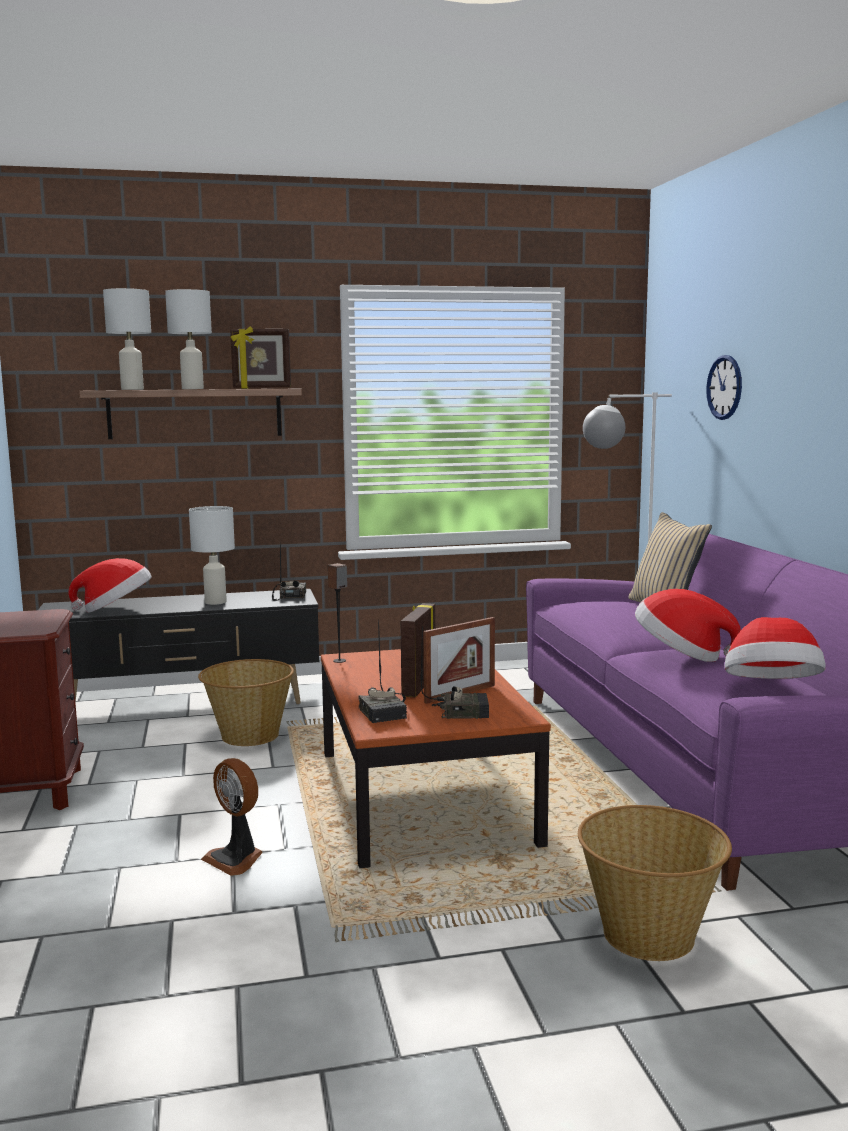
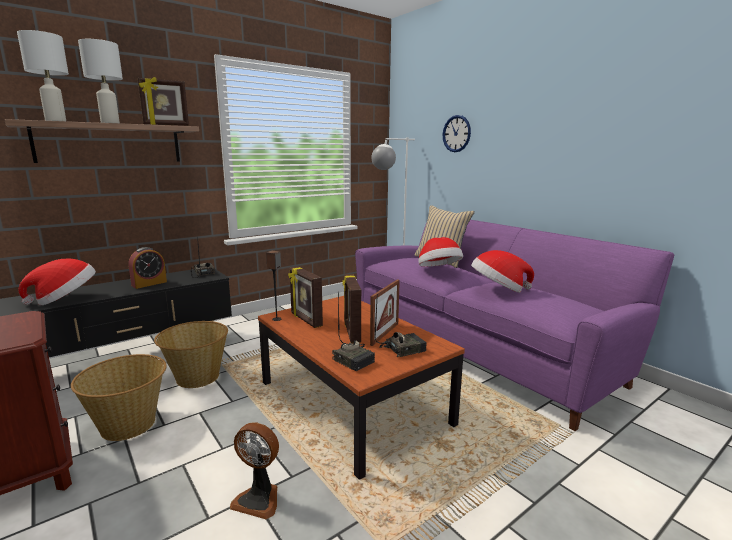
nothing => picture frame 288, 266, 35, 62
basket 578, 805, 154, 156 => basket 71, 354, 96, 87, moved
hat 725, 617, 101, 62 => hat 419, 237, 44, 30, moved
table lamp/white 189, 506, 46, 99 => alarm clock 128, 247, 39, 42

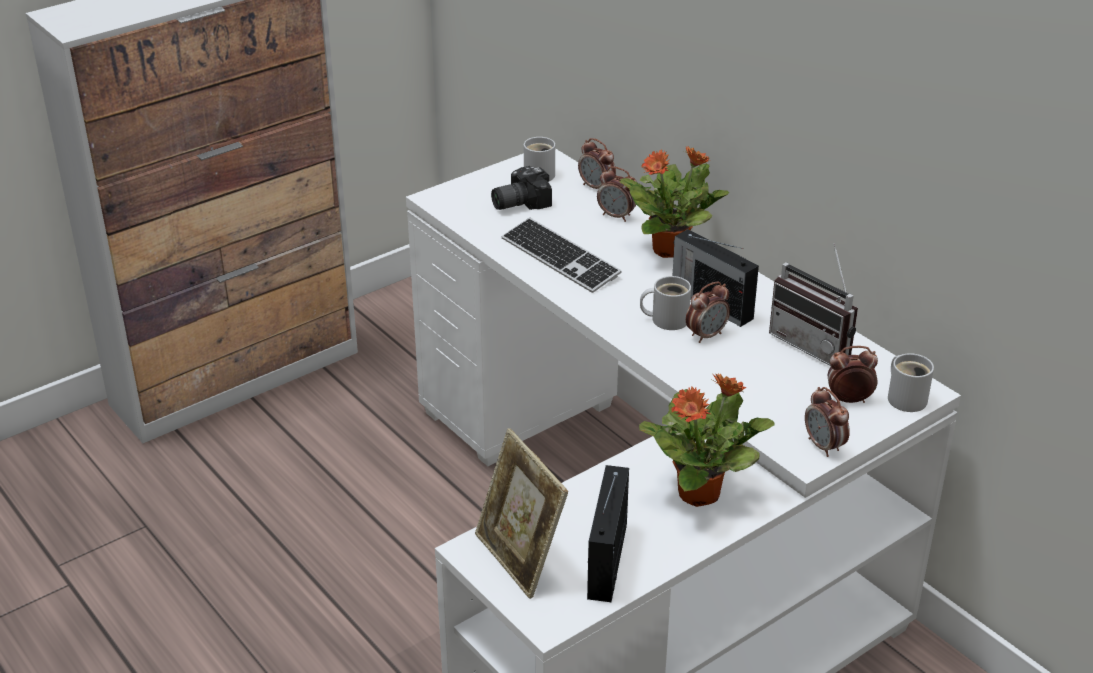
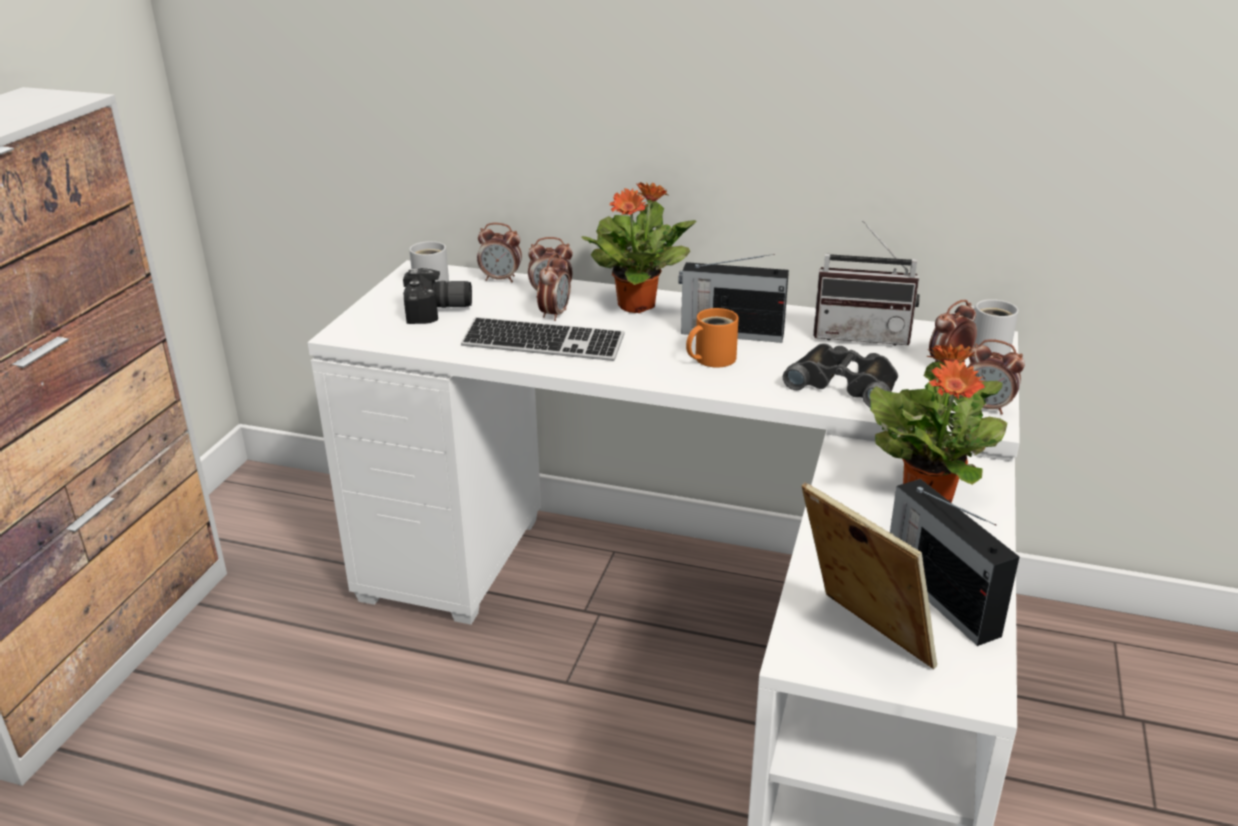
nothing => binoculars/black 783, 343, 115, 64
alarm clock 686, 281, 44, 62 => alarm clock 537, 253, 34, 68, moved
mug/white 640, 276, 51, 54 => mug/orange 686, 308, 53, 60
picture frame 475, 428, 93, 171 => picture frame 802, 482, 135, 187, 150 degrees counterclockwise
photo camera 491, 166, 61, 44 => photo camera 403, 268, 69, 56, 120 degrees counterclockwise

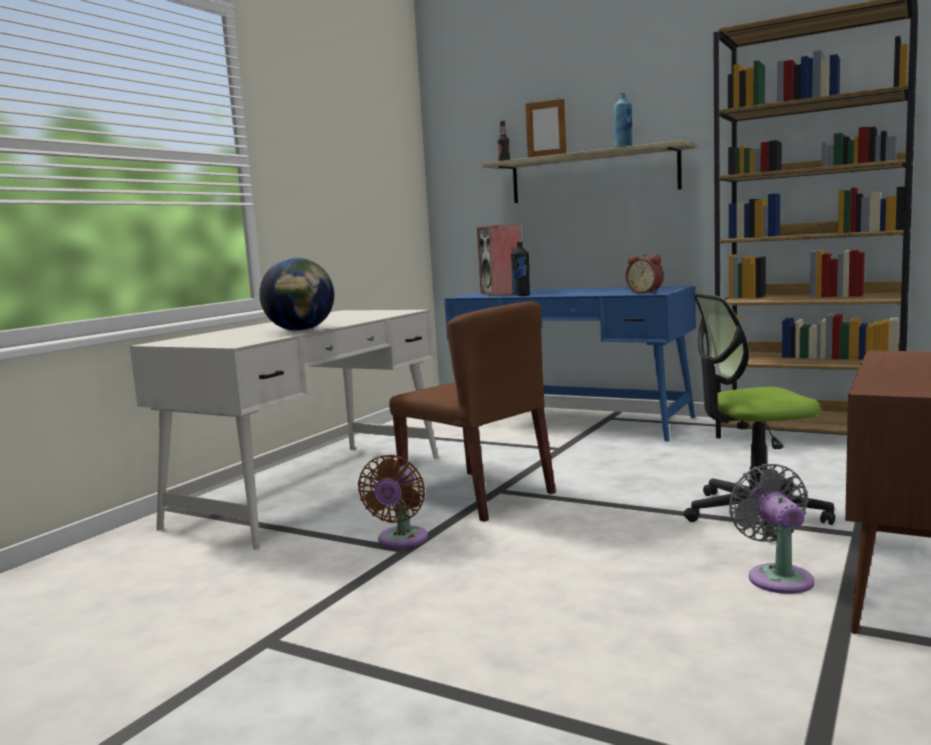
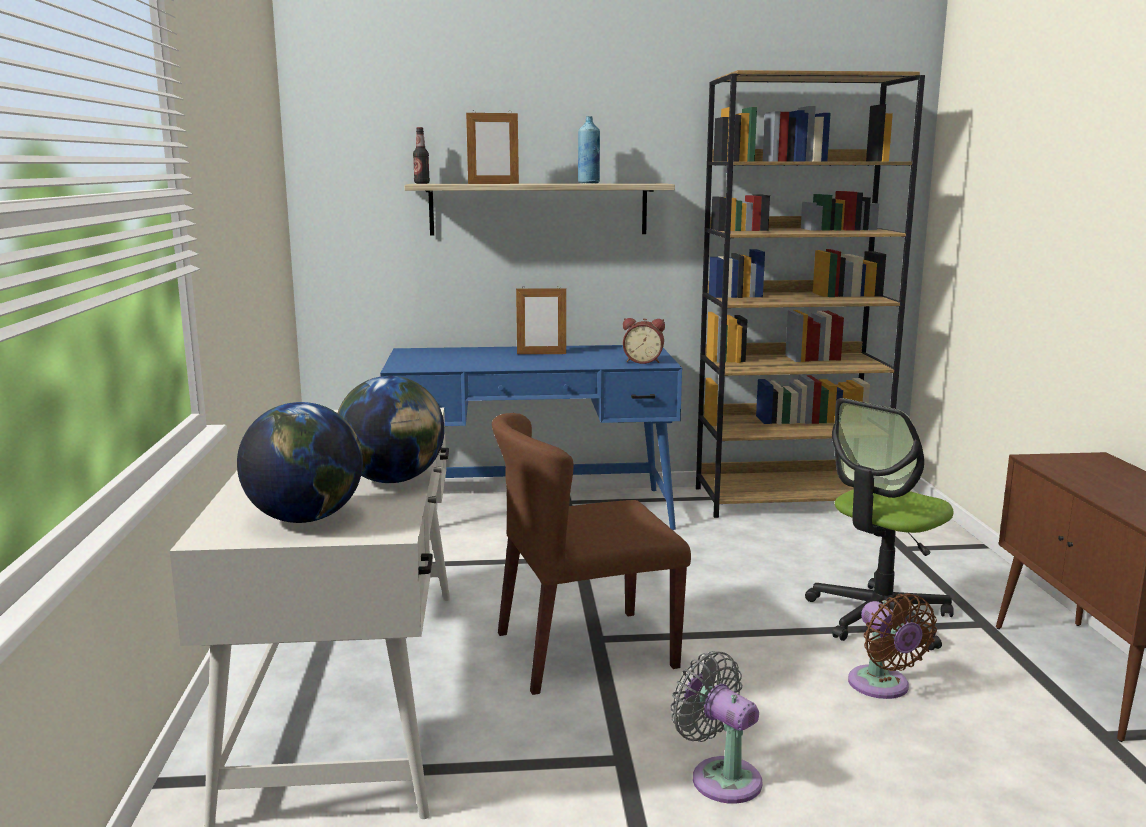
speaker 477, 224, 44, 72 => nothing
bottle/black 511, 242, 19, 54 => nothing
nothing => globe 237, 402, 126, 121
nothing => picture frame 516, 286, 50, 68
fan/brown 358, 454, 70, 94 => fan/brown 848, 593, 89, 106, moved
fan/grey 729, 464, 85, 130 => fan/grey 670, 651, 92, 153, moved
chair/brown 389, 302, 167, 220 => chair/brown 492, 413, 199, 282, 150 degrees clockwise

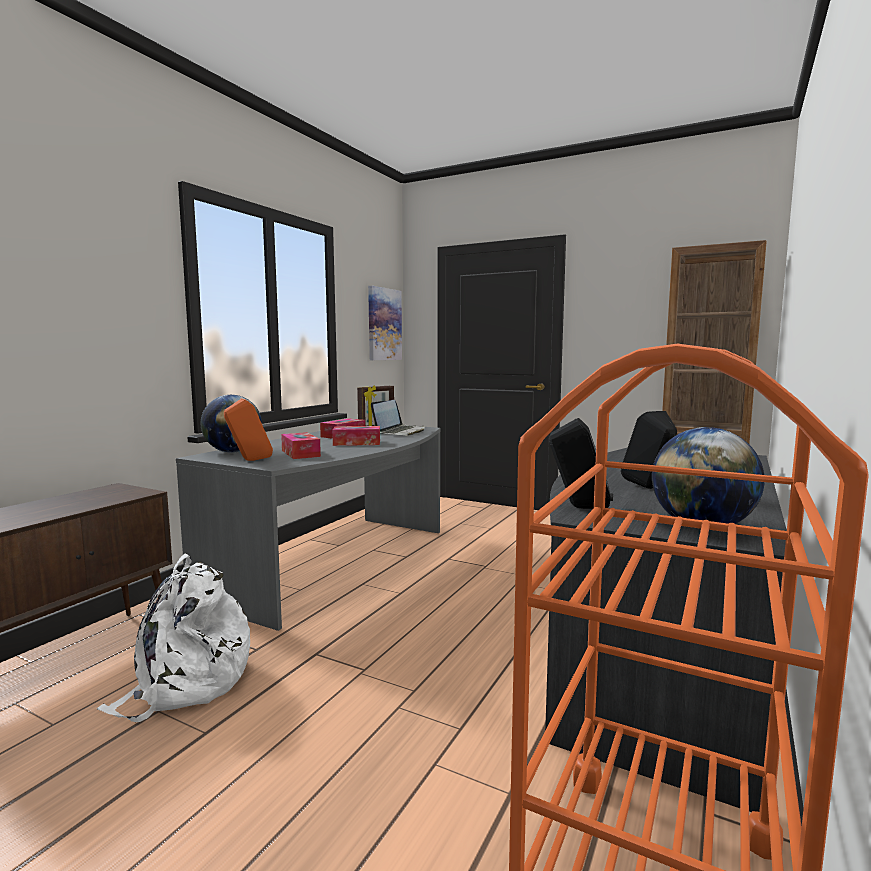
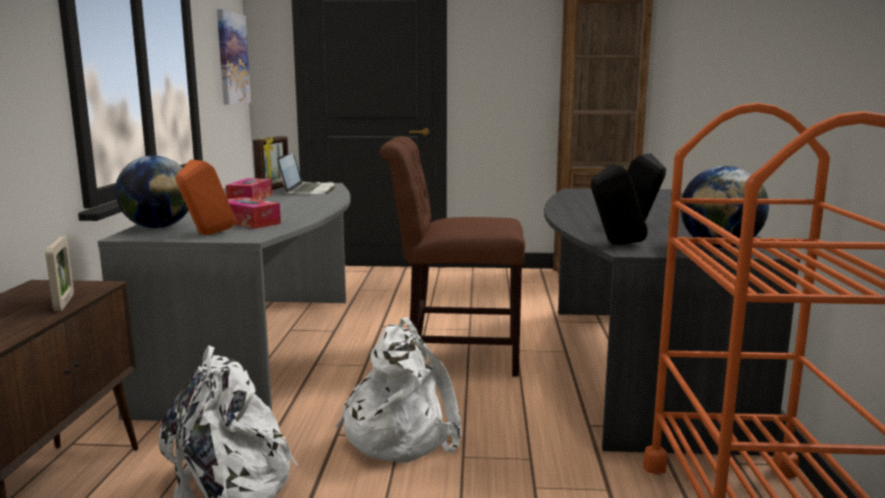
tissue box 332, 426, 48, 20 => nothing
nothing => picture frame 45, 236, 29, 75
nothing => backpack/white 336, 317, 126, 146
nothing => chair/brown 380, 136, 145, 241

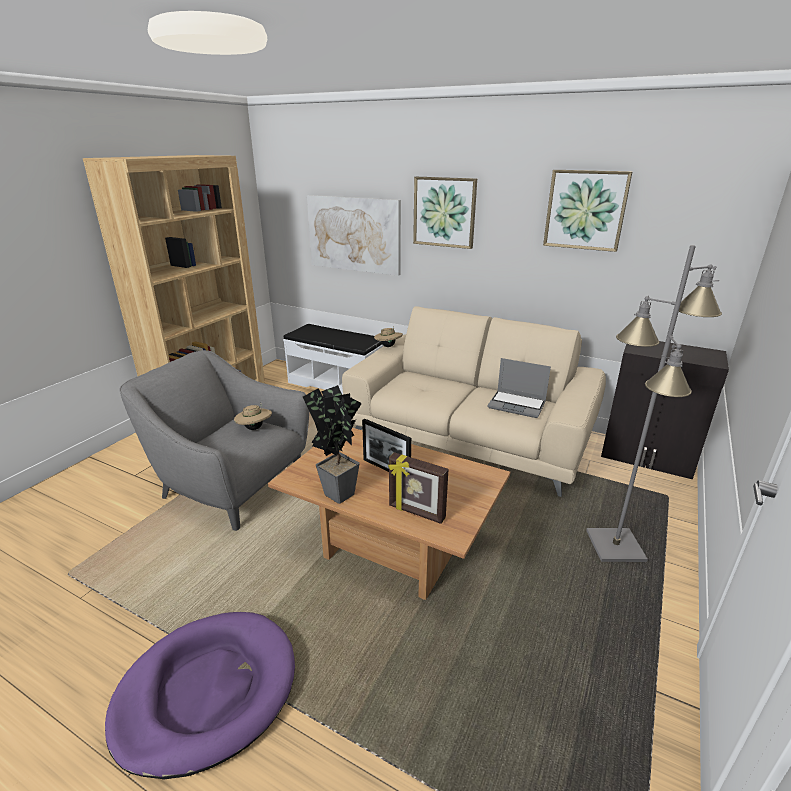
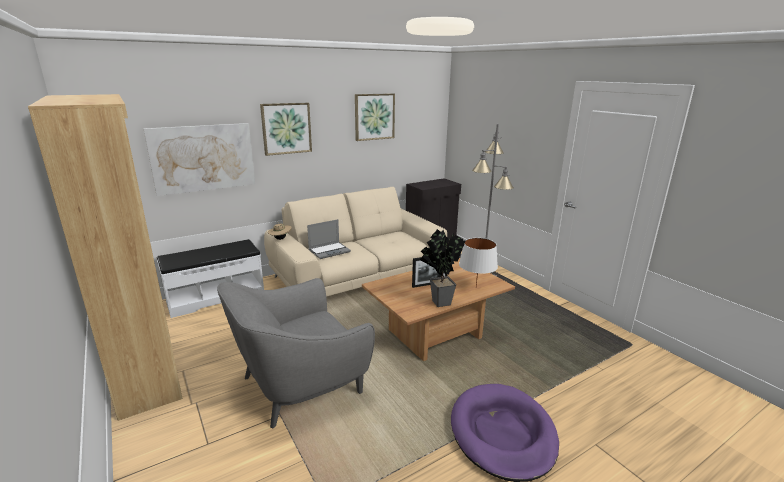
hat/beige 234, 404, 38, 26 => nothing
laptop 487, 358, 64, 60 => laptop 307, 219, 44, 40, moved
picture frame 388, 452, 61, 72 => table lamp/white 459, 238, 39, 49

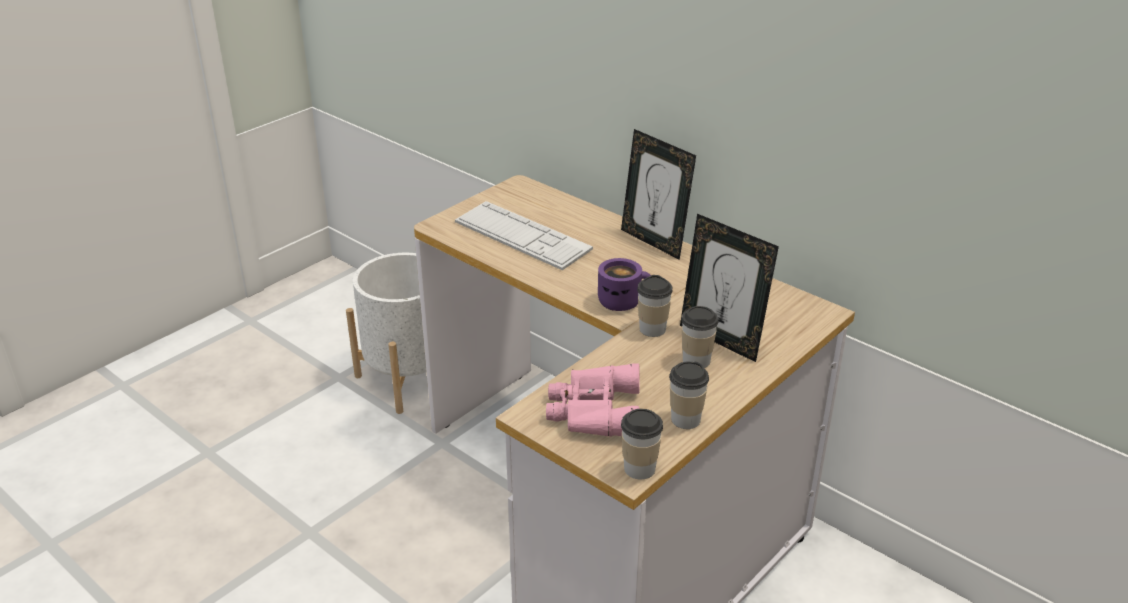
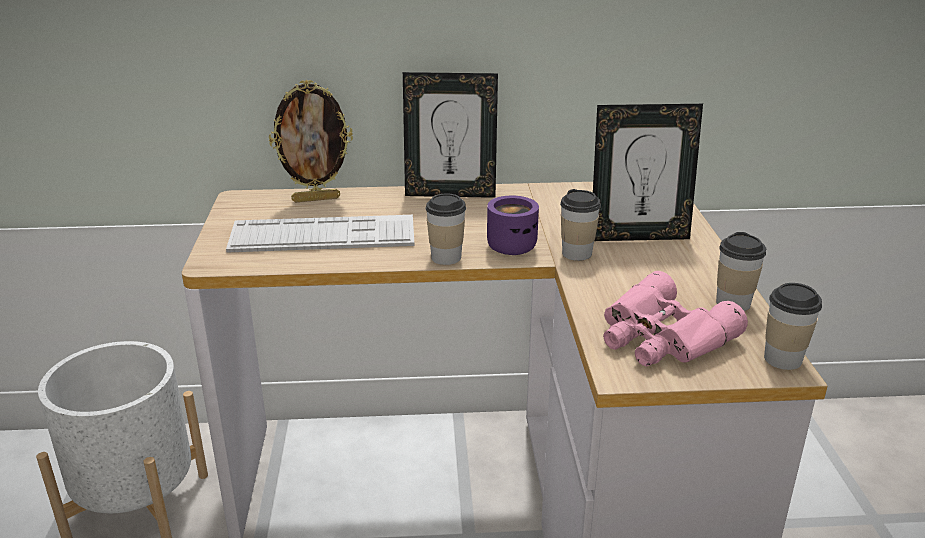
nothing => picture frame 269, 80, 84, 123
cup 682, 306, 36, 62 => cup 426, 194, 40, 71, moved

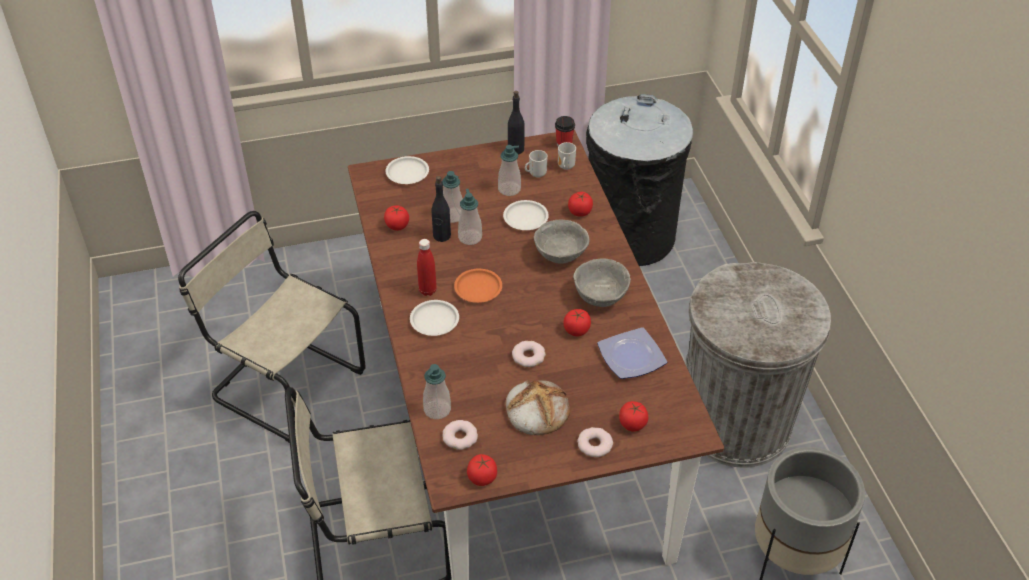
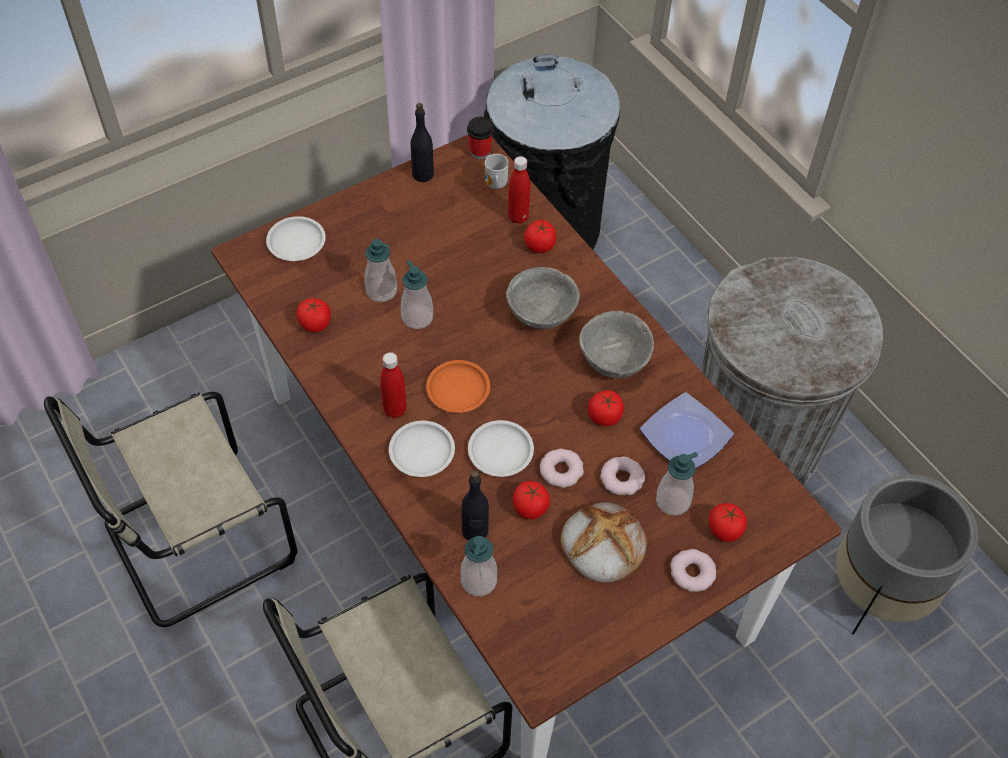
mug 525, 150, 23, 28 => nothing
nothing => bottle/red 508, 156, 22, 68
bottle/black 431, 176, 20, 66 => bottle/black 461, 470, 28, 71, moved
donut 442, 420, 36, 30 => donut 600, 457, 45, 38, moved
tomato 467, 454, 30, 32 => tomato 513, 481, 37, 39, moved
soap dispenser 498, 145, 23, 51 => soap dispenser 656, 452, 42, 64, moved
plate/white 503, 200, 46, 30 => plate/white 468, 420, 66, 57, moved
chair/beige 178, 211, 188, 232 => chair/beige 44, 392, 253, 235, 45 degrees counterclockwise

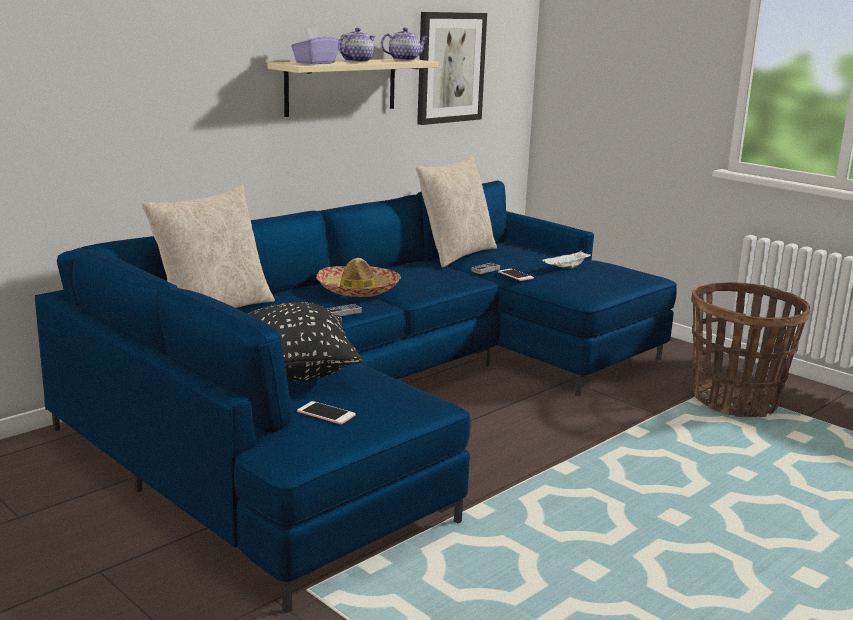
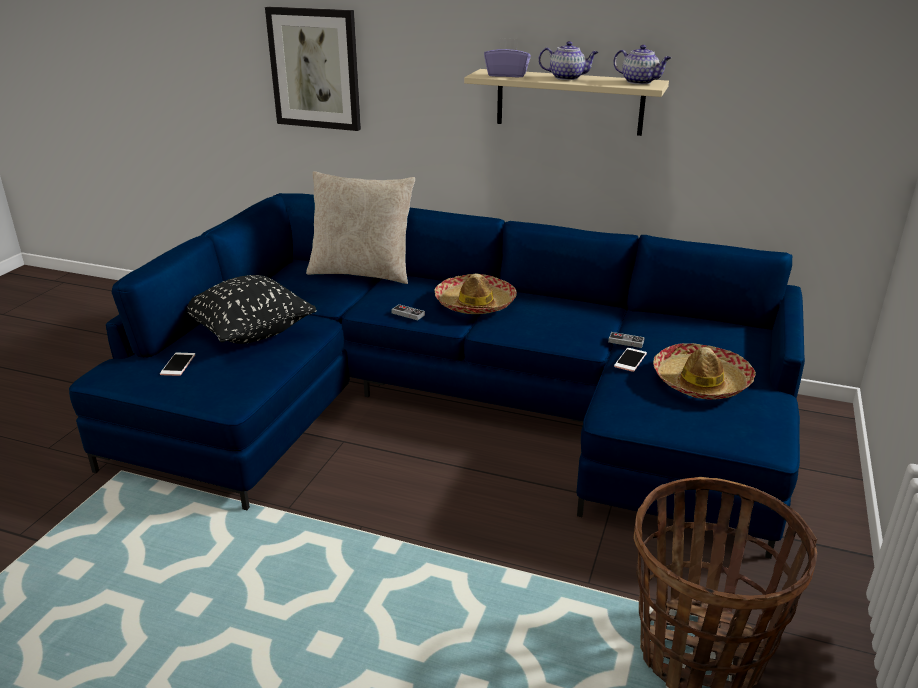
pillow/beige 416, 155, 81, 113 => nothing
picture 417, 12, 70, 113 => picture 265, 7, 96, 124, moved
tray/white 542, 251, 49, 18 => hat 653, 343, 103, 57

